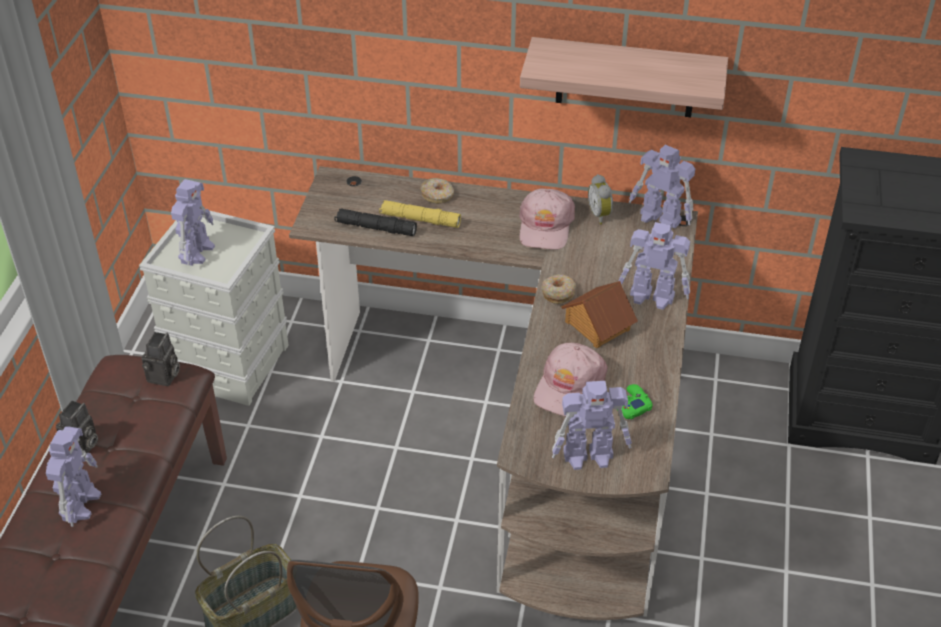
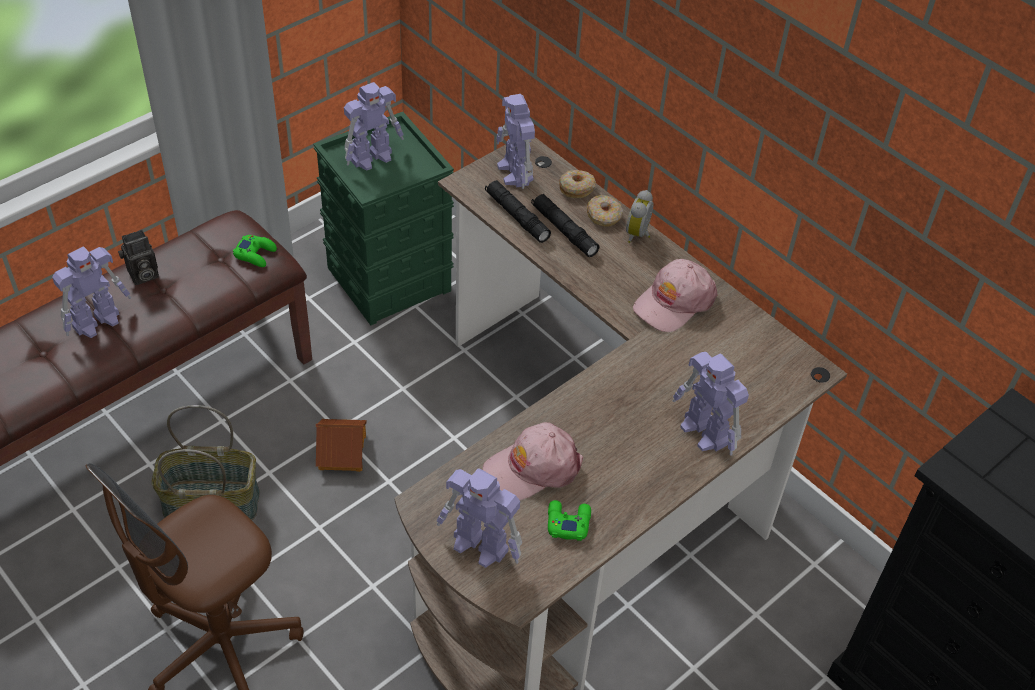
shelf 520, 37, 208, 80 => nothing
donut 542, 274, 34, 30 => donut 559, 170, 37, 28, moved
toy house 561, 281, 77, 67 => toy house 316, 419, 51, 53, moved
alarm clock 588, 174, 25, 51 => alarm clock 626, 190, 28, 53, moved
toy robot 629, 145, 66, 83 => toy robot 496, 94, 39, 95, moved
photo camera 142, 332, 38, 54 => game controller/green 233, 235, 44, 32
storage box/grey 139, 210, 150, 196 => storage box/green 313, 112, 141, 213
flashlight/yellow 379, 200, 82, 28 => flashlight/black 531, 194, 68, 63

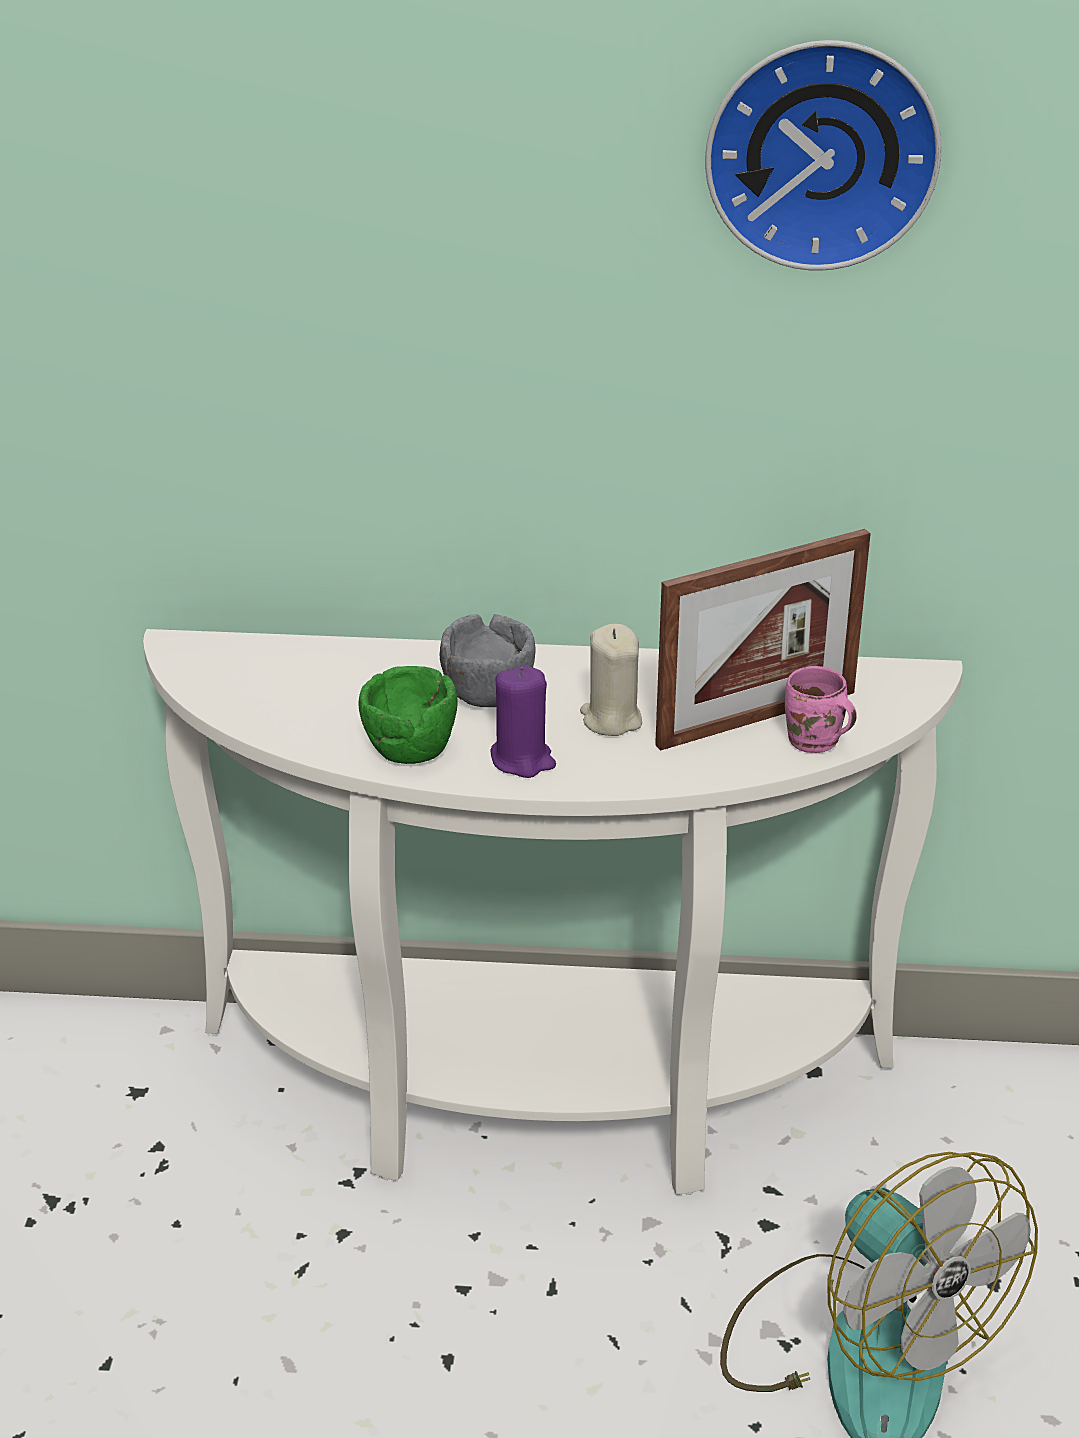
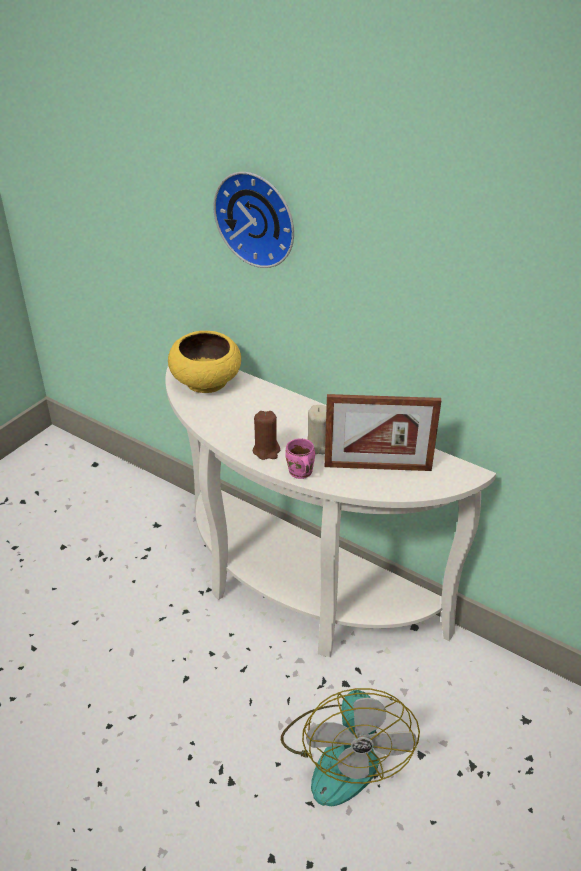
bowl/green 358, 666, 100, 98 => nothing
bowl/grey 440, 614, 96, 93 => nothing
nothing => bowl/yellow 168, 331, 73, 62
wall clock 705, 40, 237, 230 => wall clock 213, 172, 81, 96, moved
mug/pink 785, 666, 72, 87 => mug/pink 285, 438, 30, 41, moved
candle/purple 490, 665, 66, 113 => candle/brown 253, 411, 27, 49

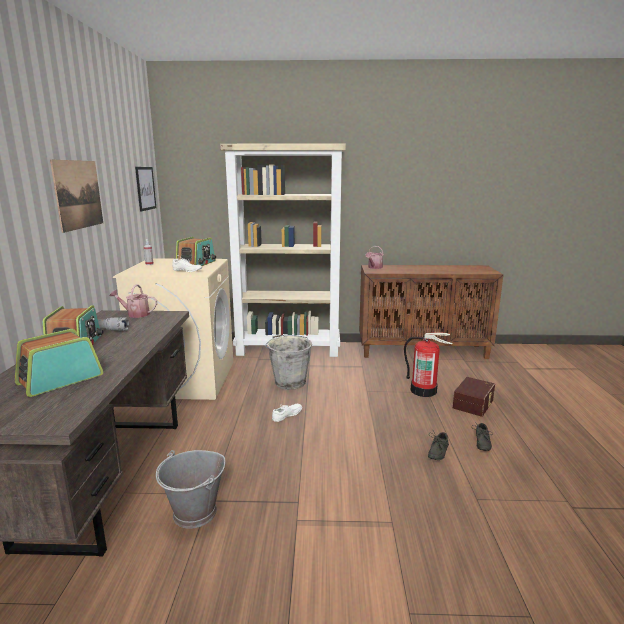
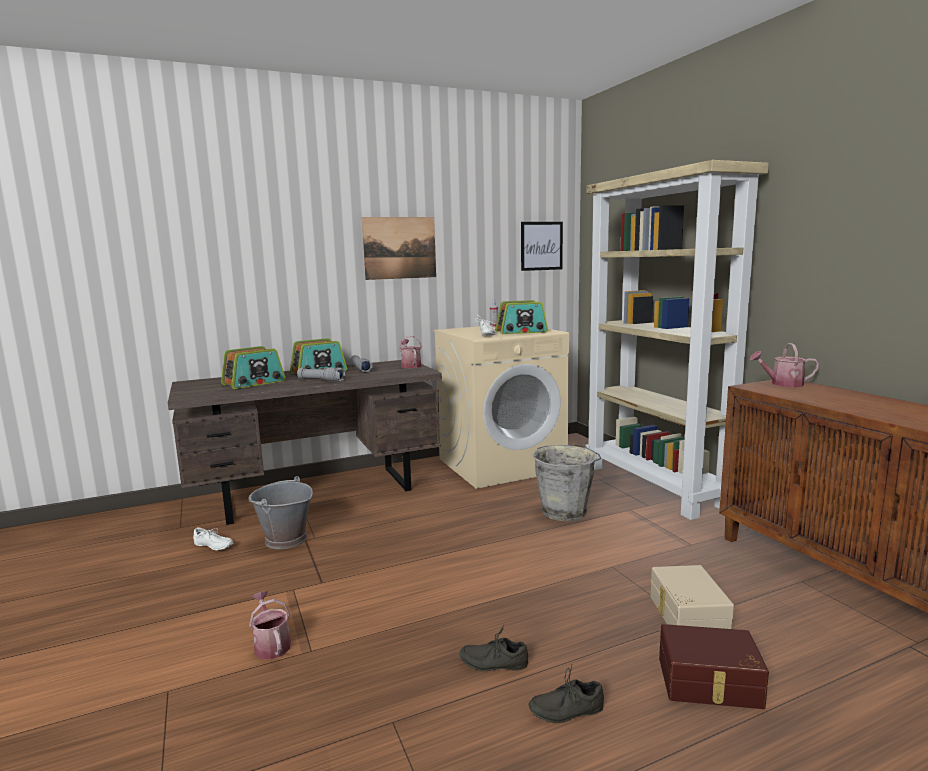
nothing => watering can 249, 591, 42, 68
nothing => flashlight/grey 297, 367, 48, 14
shoe/white 272, 404, 30, 18 => shoe/white 193, 527, 40, 24, moved
fire extinguisher 404, 332, 48, 65 => storage box/beige 651, 565, 83, 64
radio 15, 329, 88, 68 => radio 221, 346, 65, 43, 120 degrees clockwise

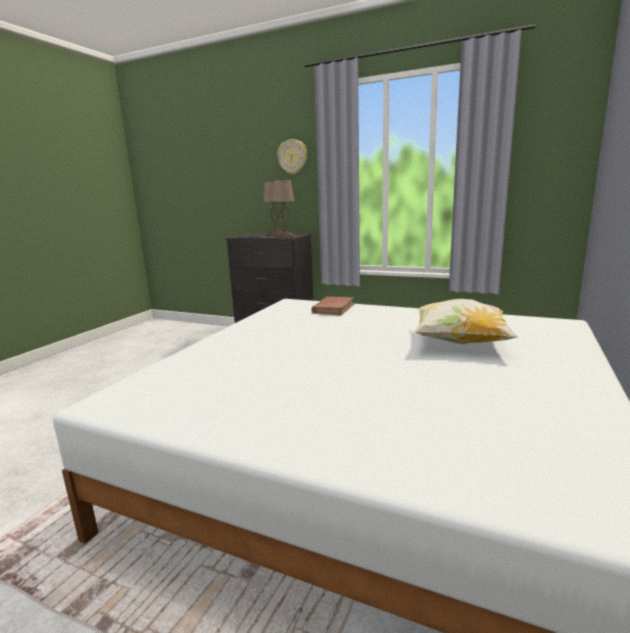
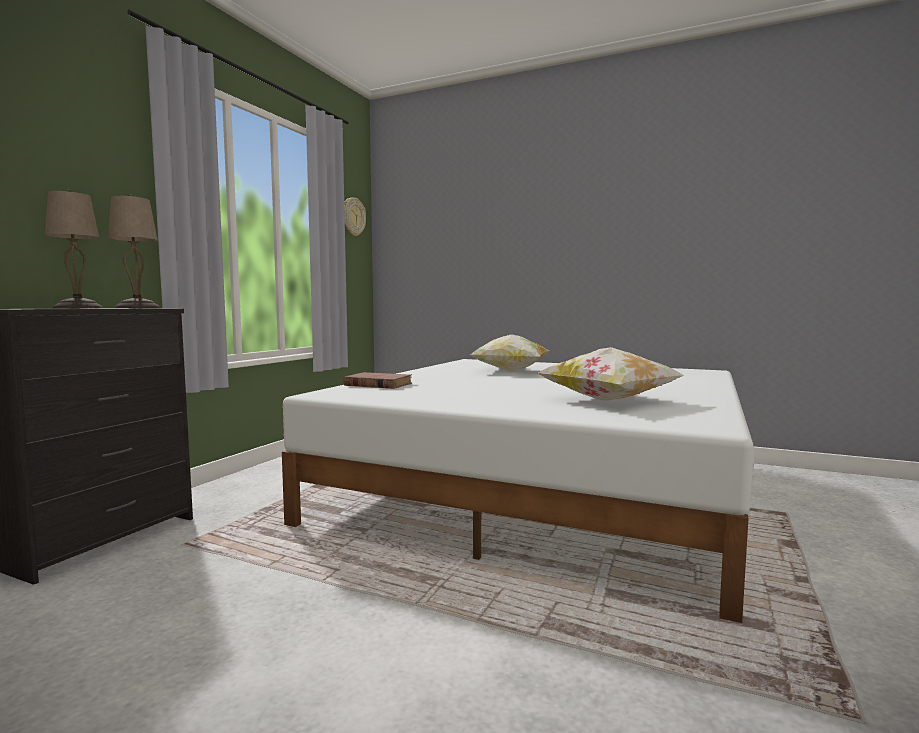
nothing => pillow 538, 347, 146, 53
wall clock 277, 139, 30, 35 => wall clock 344, 197, 22, 39, moved

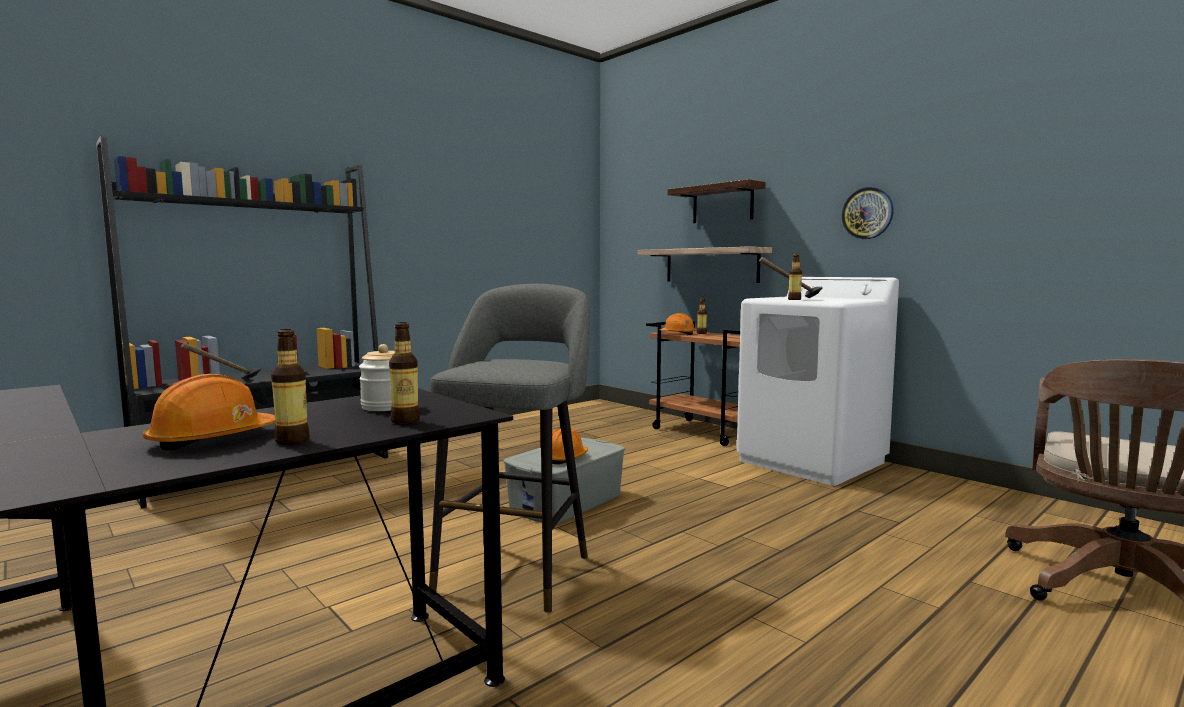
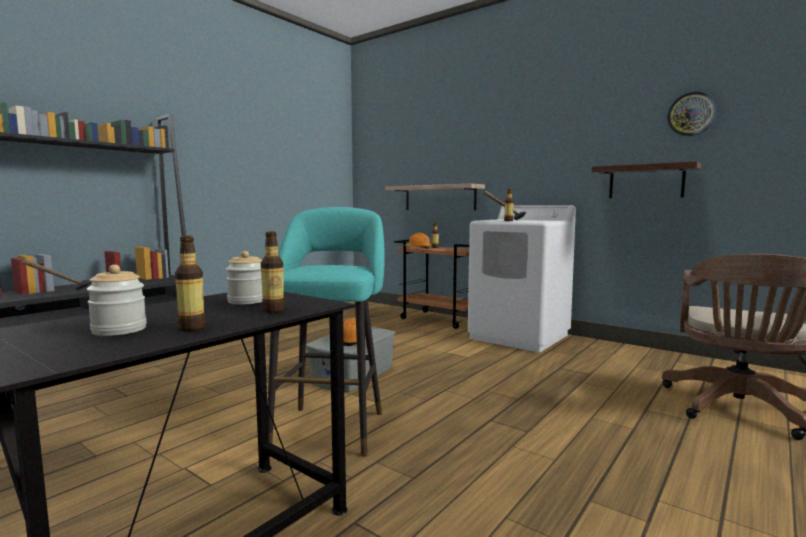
shelf 667, 179, 99, 44 => shelf 592, 161, 109, 37, moved
wall clock 842, 187, 52, 52 => wall clock 667, 92, 50, 44, moved
hard hat/orange 143, 374, 132, 77 => jar 87, 265, 60, 71
stool/grey 429, 284, 161, 329 => stool/turquoise 268, 207, 117, 249

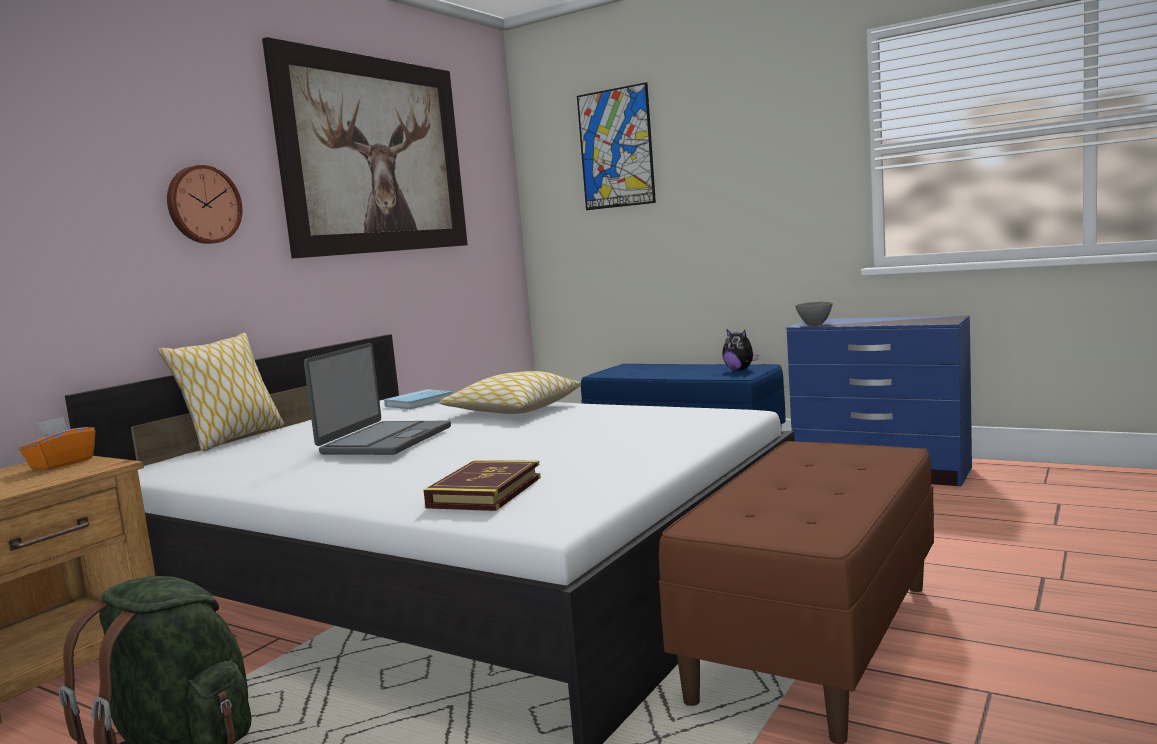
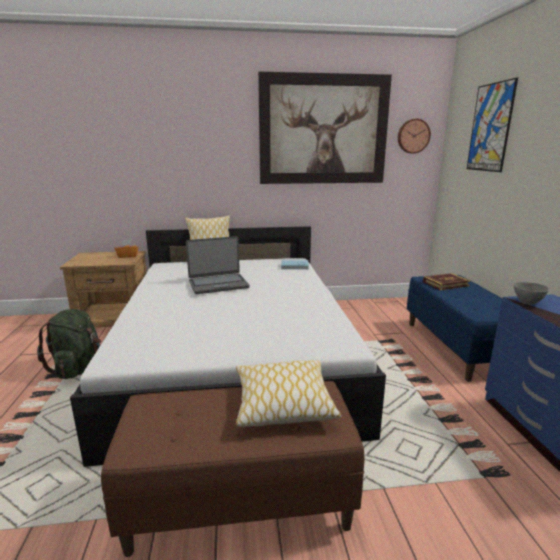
plush toy 722, 329, 37, 42 => nothing
wall clock 167, 165, 76, 79 => wall clock 398, 119, 33, 35, moved
book 423, 460, 118, 51 => book 423, 273, 47, 17, moved
pillow 439, 371, 142, 43 => pillow 236, 360, 106, 67, moved

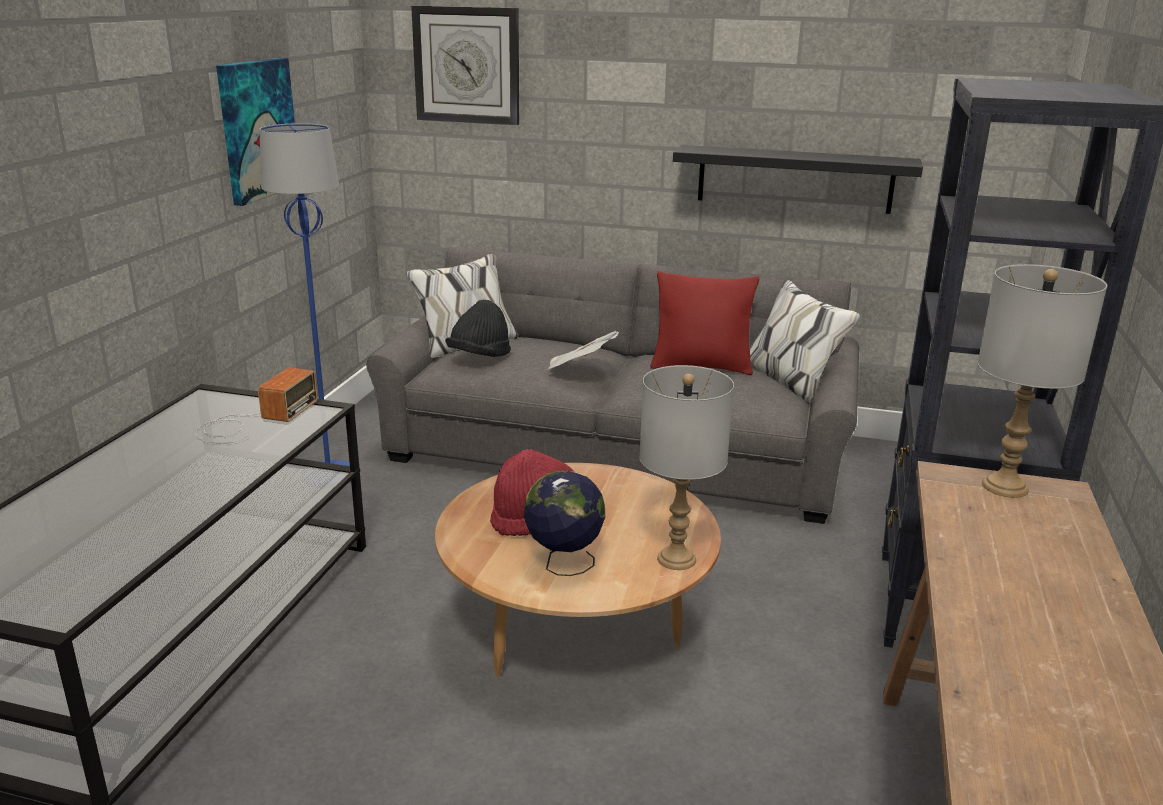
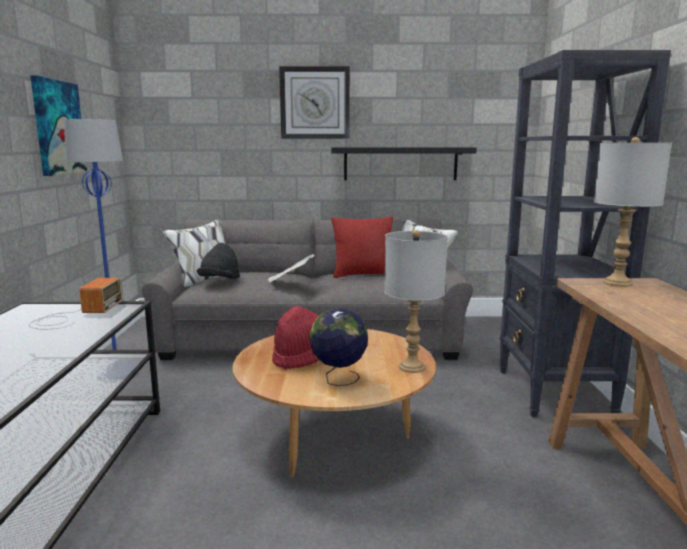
wall clock 411, 5, 108, 120 => wall clock 279, 66, 71, 73, moved

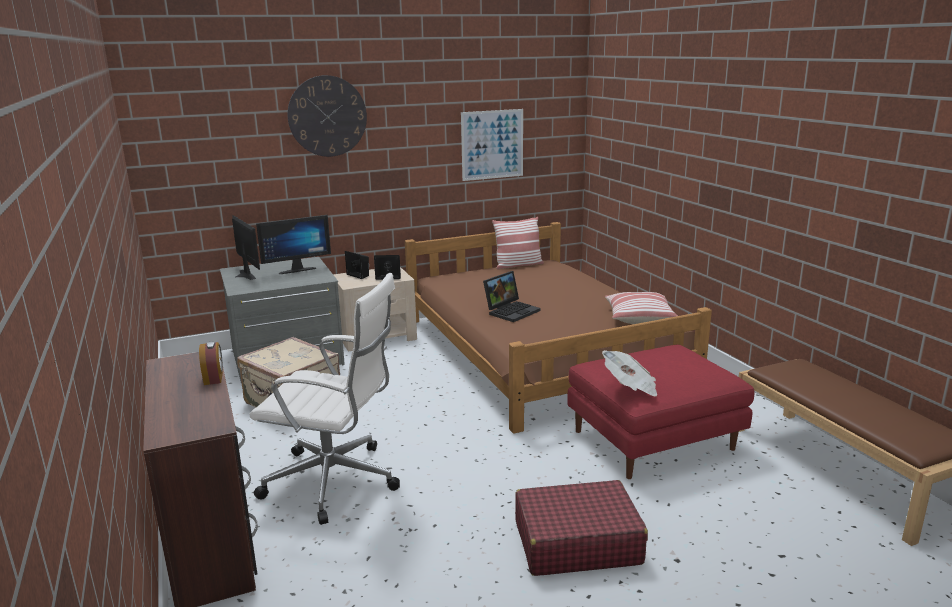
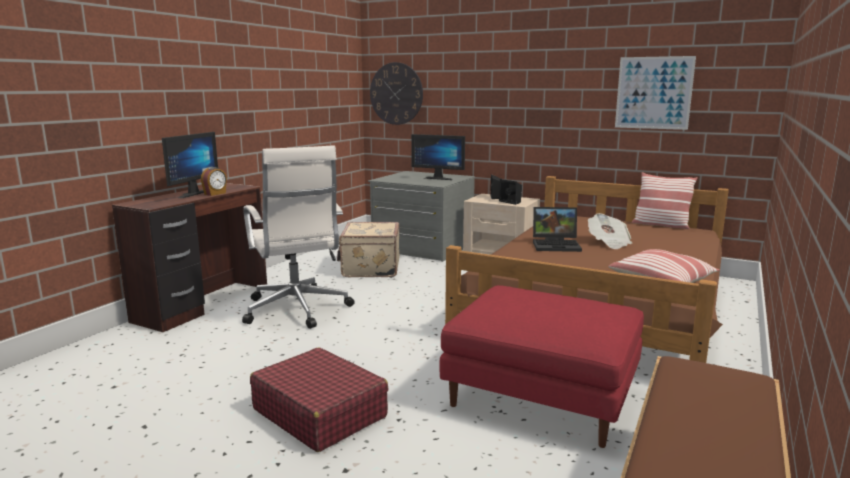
monitor 232, 215, 28, 65 => monitor 162, 132, 56, 66, moved
wall clock 288, 75, 79, 82 => wall clock 370, 62, 53, 63, moved
newspaper 602, 350, 55, 46 => newspaper 588, 213, 44, 36, moved

